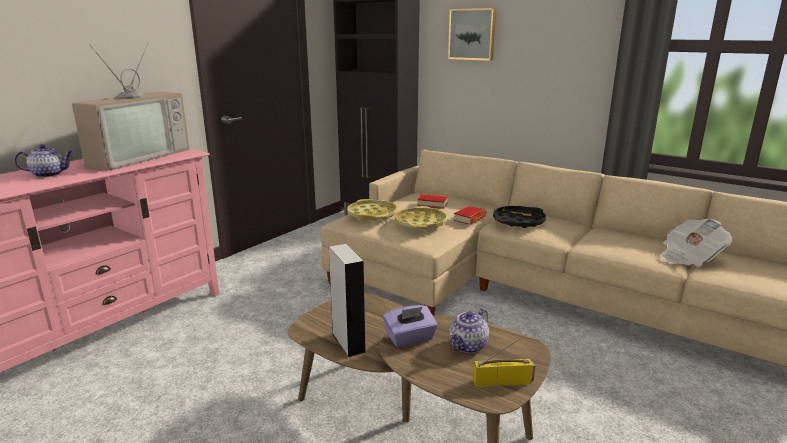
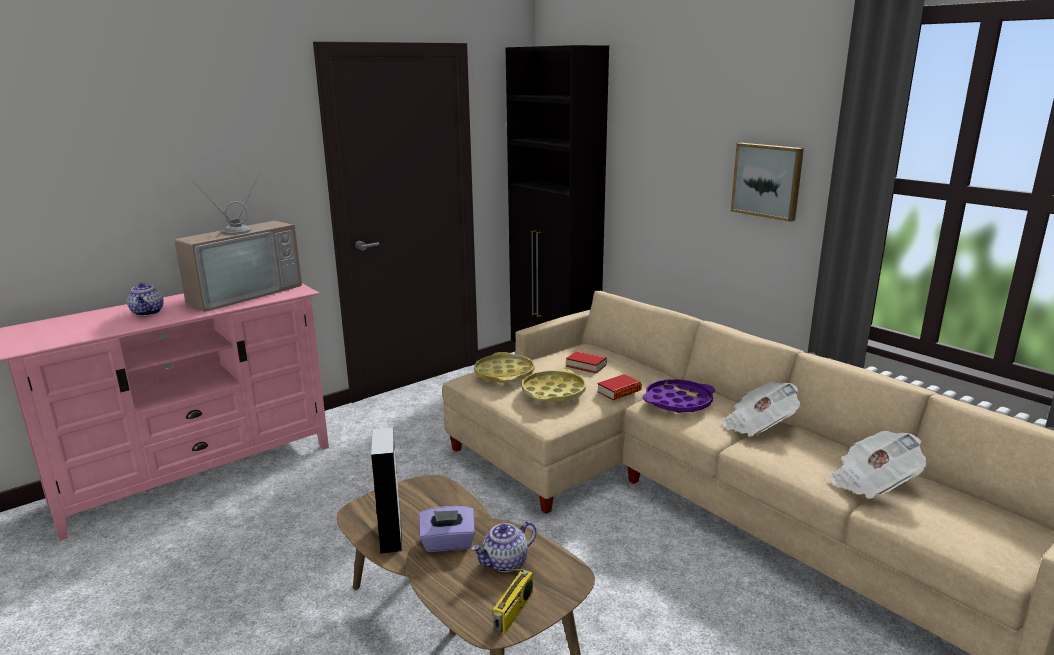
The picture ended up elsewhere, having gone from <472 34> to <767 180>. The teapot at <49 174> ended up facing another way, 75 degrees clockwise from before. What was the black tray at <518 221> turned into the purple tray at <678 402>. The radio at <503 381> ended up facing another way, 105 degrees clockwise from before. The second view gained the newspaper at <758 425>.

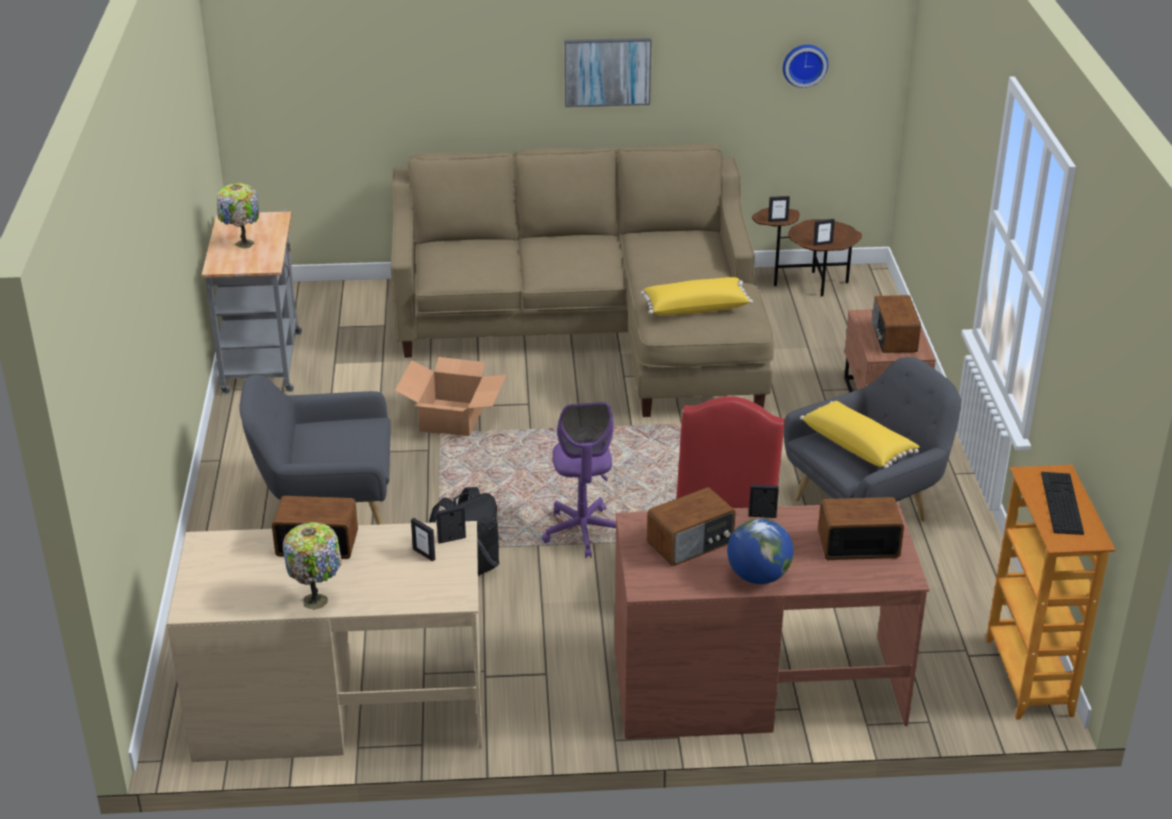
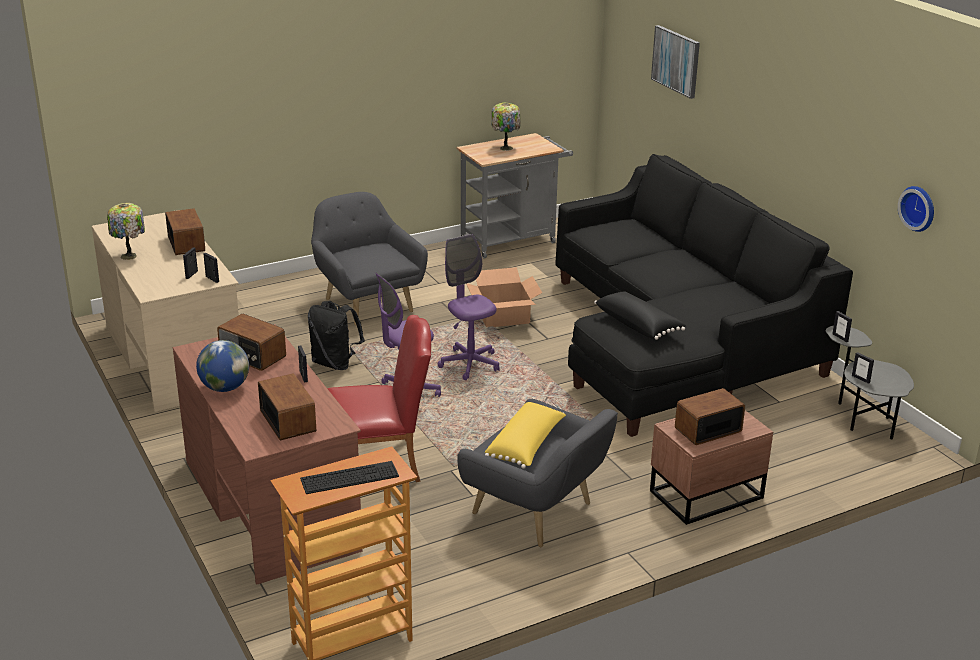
The picture ended up elsewhere, having gone from <607 71> to <676 61>. What was the beige sofa at <595 329> turned into the black sofa at <675 341>. What was the brown side table at <807 284> turned into the grey side table at <861 419>. What was the yellow pillow at <695 307> turned into the black pillow at <638 325>. The second view gained the purple office chair at <469 364>.

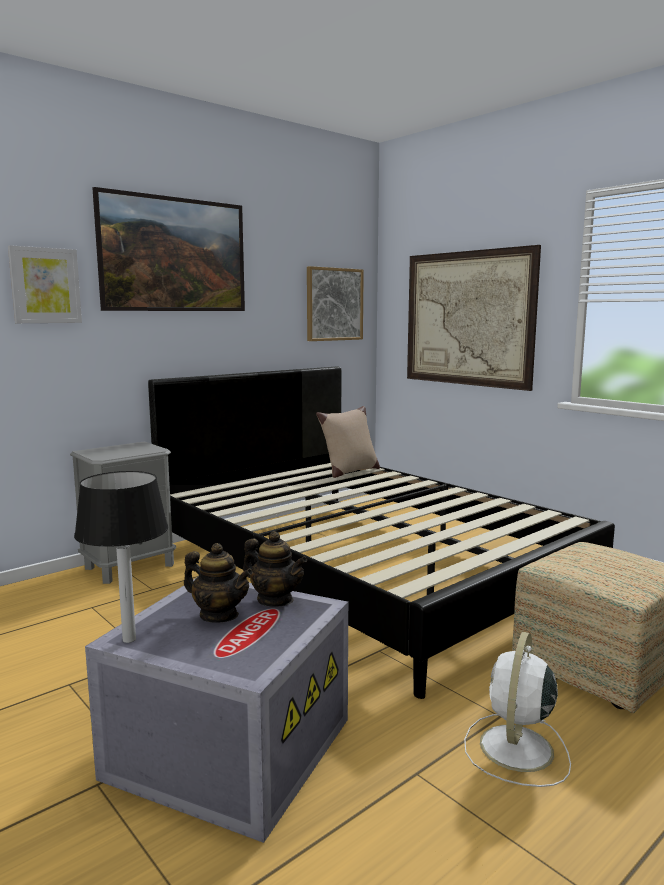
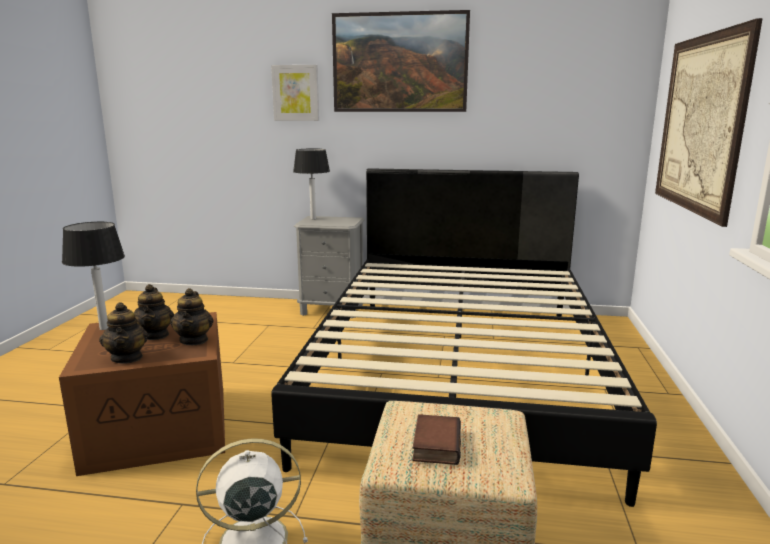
The second view lost the picture at <334 304>. The second view lost the beige pillow at <349 471>. What was the grey storage box at <229 745> turned into the brown storage box at <161 426>. The second view gained the table lamp at <313 219>. The second view gained the teapot at <127 358>. The second view gained the book at <435 444>.

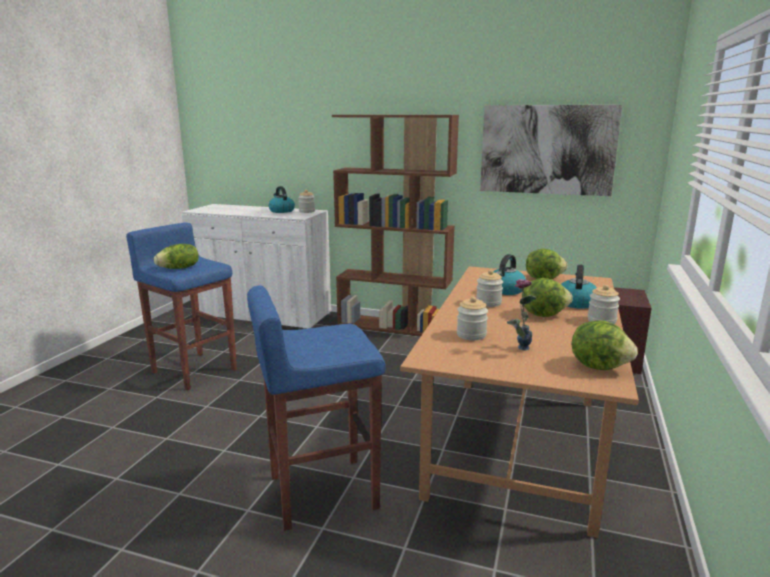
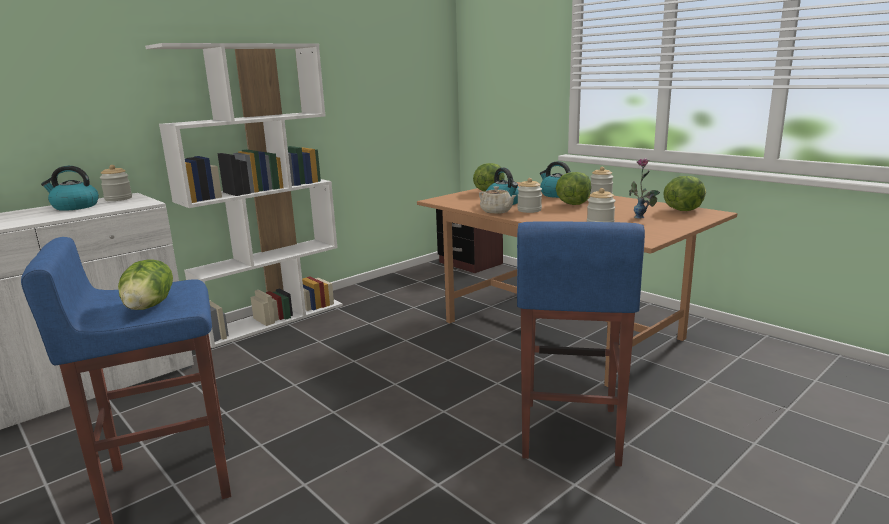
The second view lost the picture at <547 150>. What was the brown bookcase at <394 326> turned into the white bookcase at <273 319>. The second view gained the beige teapot at <497 211>.

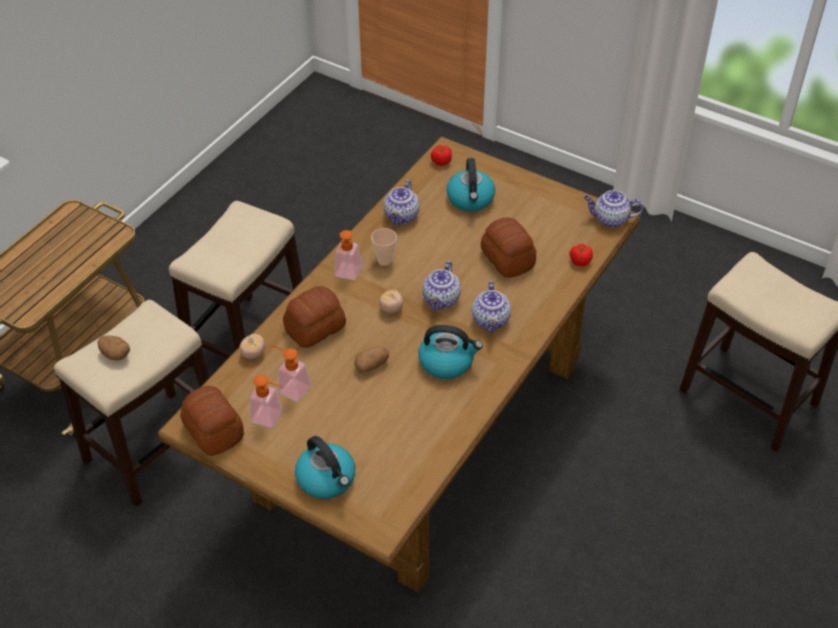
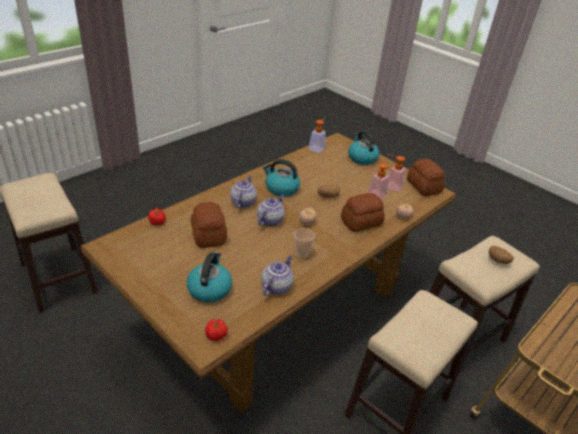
The second view lost the teapot at <610 219>. The soap dispenser ended up elsewhere, having gone from <347 275> to <318 148>.

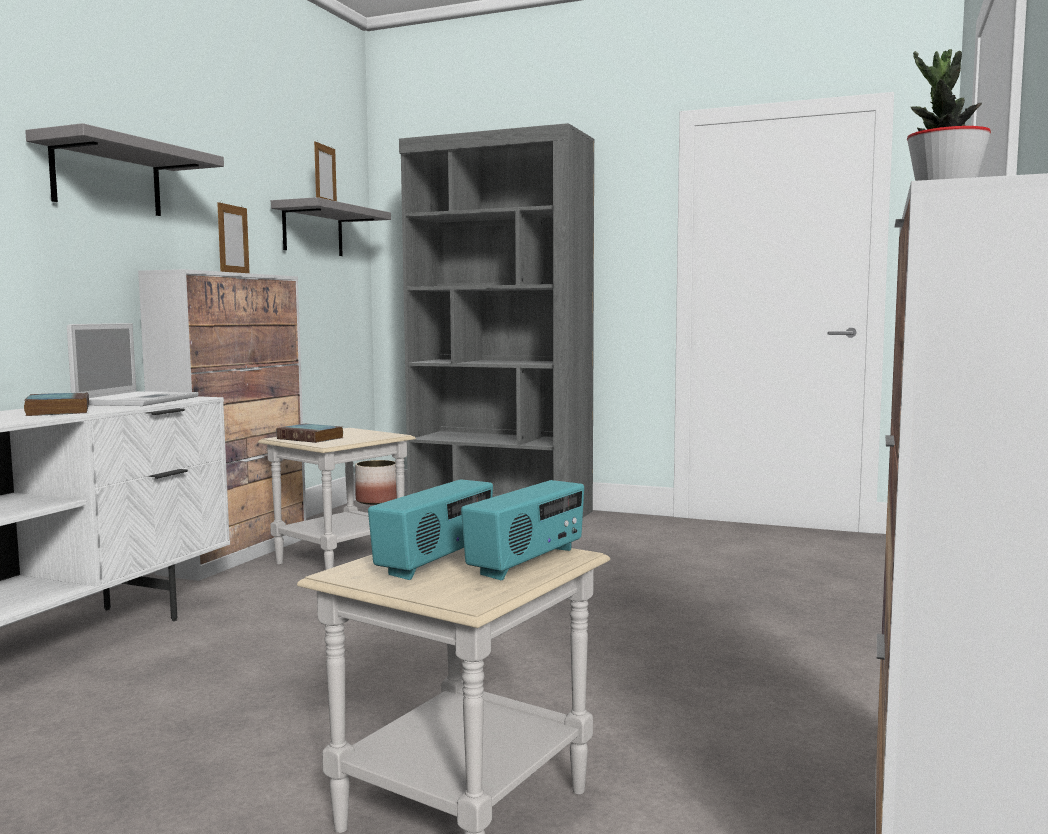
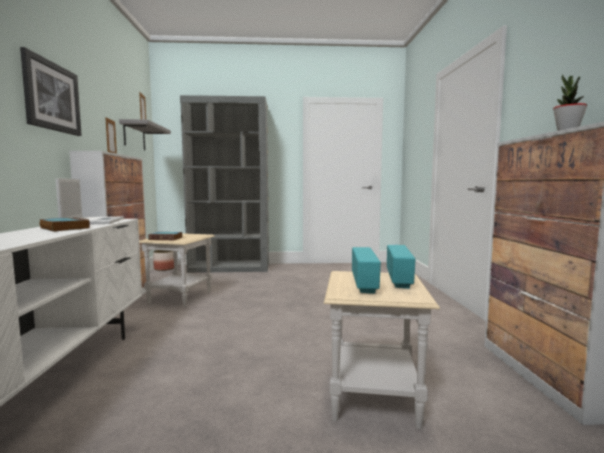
Where the grey shelf hung at <107 178>, the picture came to hang at <52 97>.

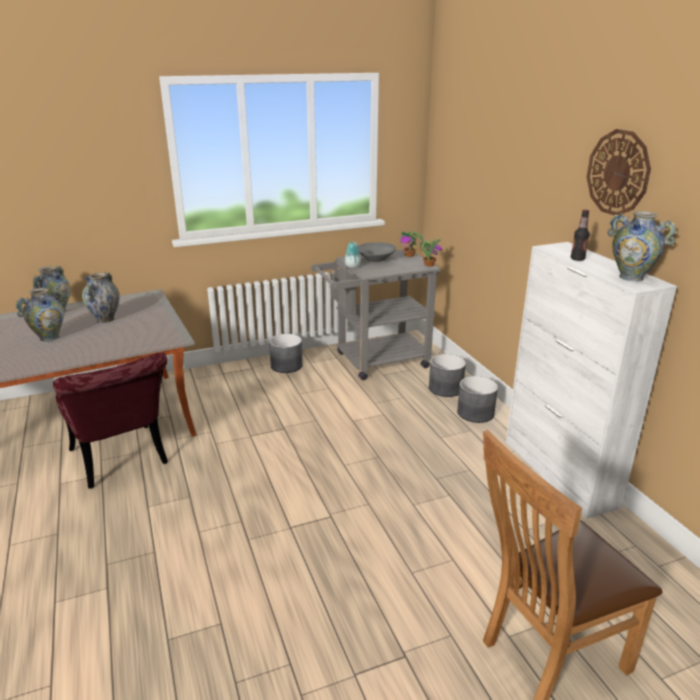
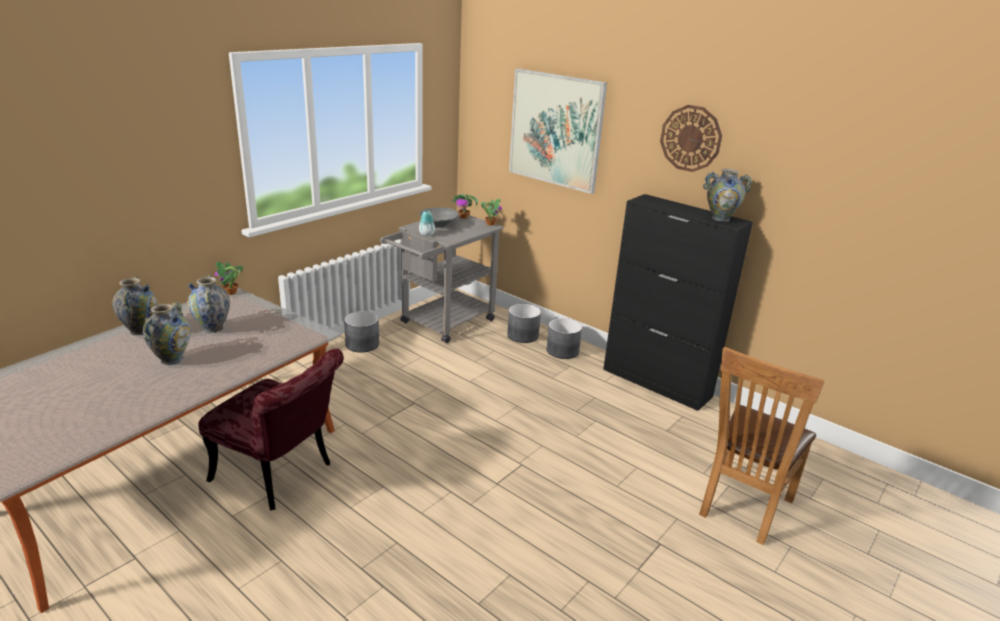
The second view lost the bottle at <577 259>. What was the white cabinet at <559 473> turned into the black cabinet at <657 383>. The second view gained the picture at <556 130>. The second view gained the potted plant at <230 292>.

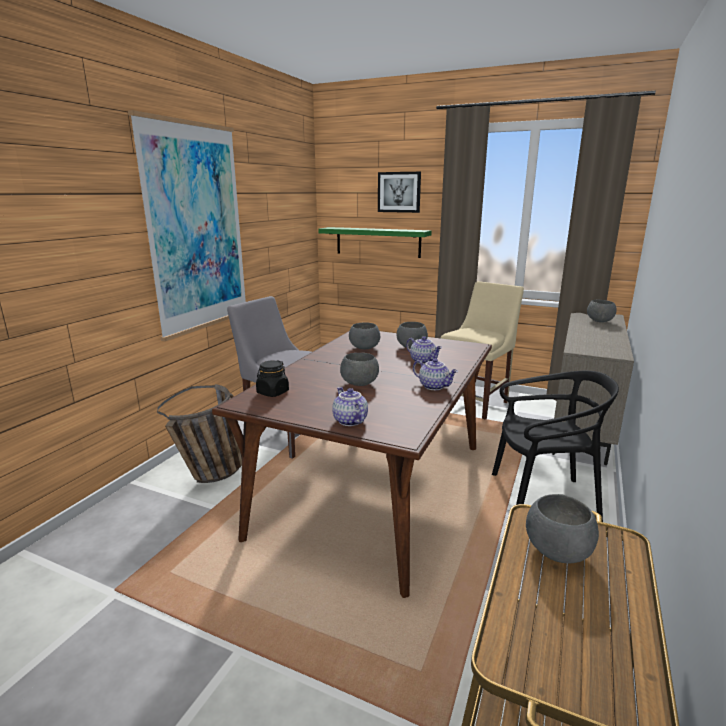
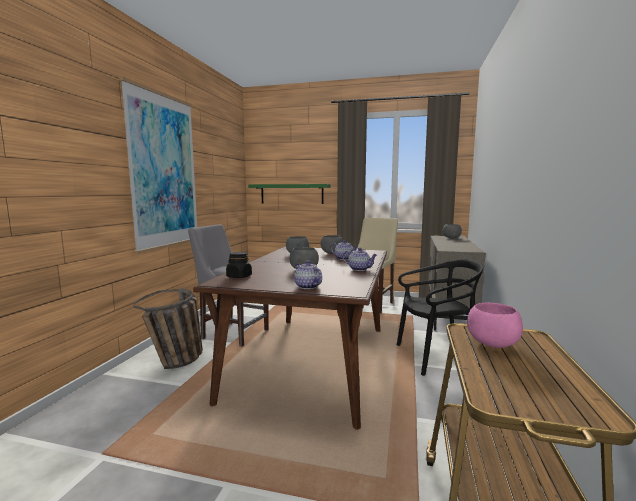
The second view lost the picture at <399 192>. What was the grey bowl at <558 551> turned into the pink bowl at <492 344>.

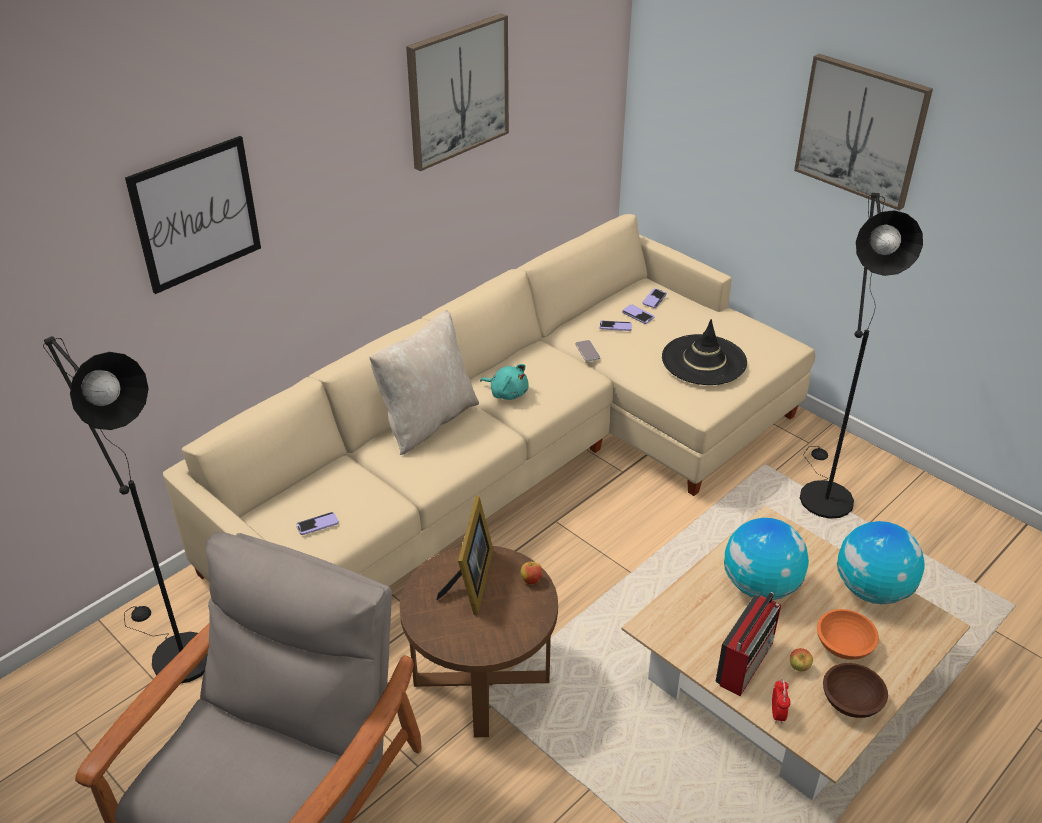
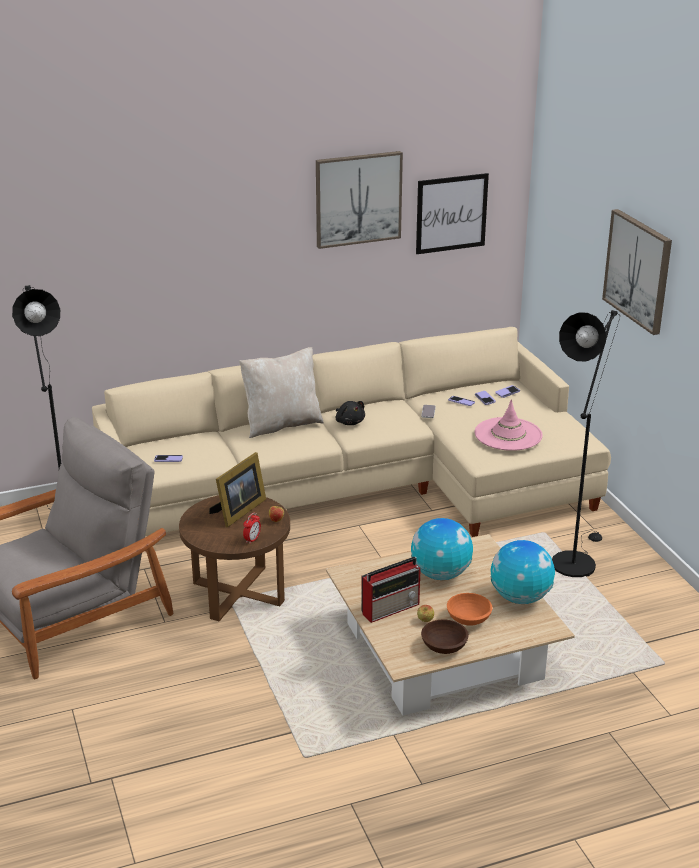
The picture ended up elsewhere, having gone from <196 214> to <451 213>. What was the black hat at <704 360> turned into the pink hat at <508 434>. What was the turquoise plush toy at <507 393> turned into the black plush toy at <349 422>. The alarm clock ended up elsewhere, having gone from <777 713> to <252 539>.

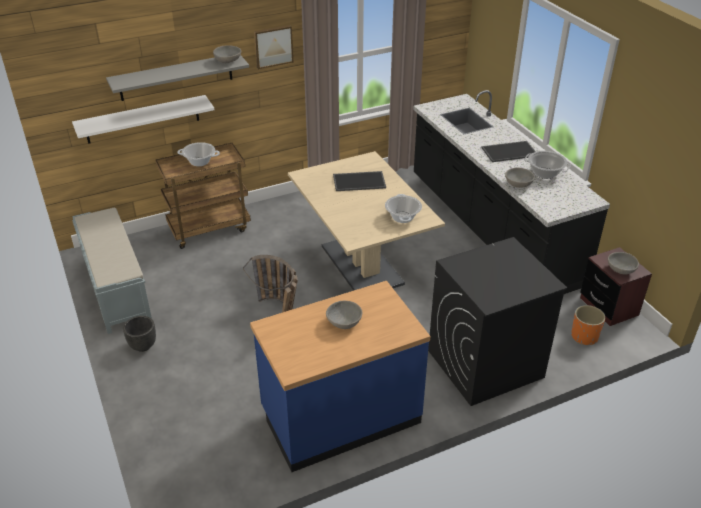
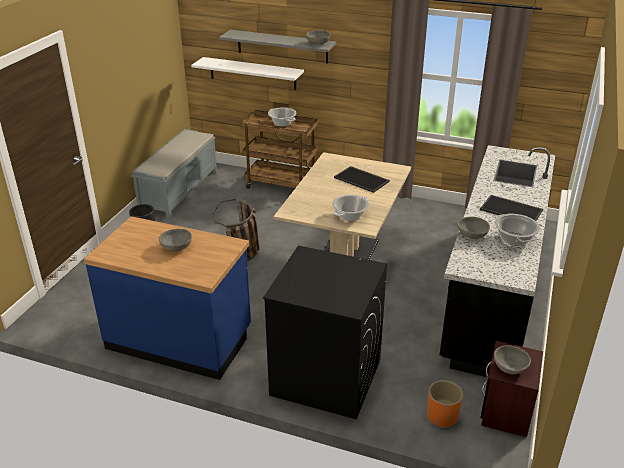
The second view lost the picture at <273 46>.

